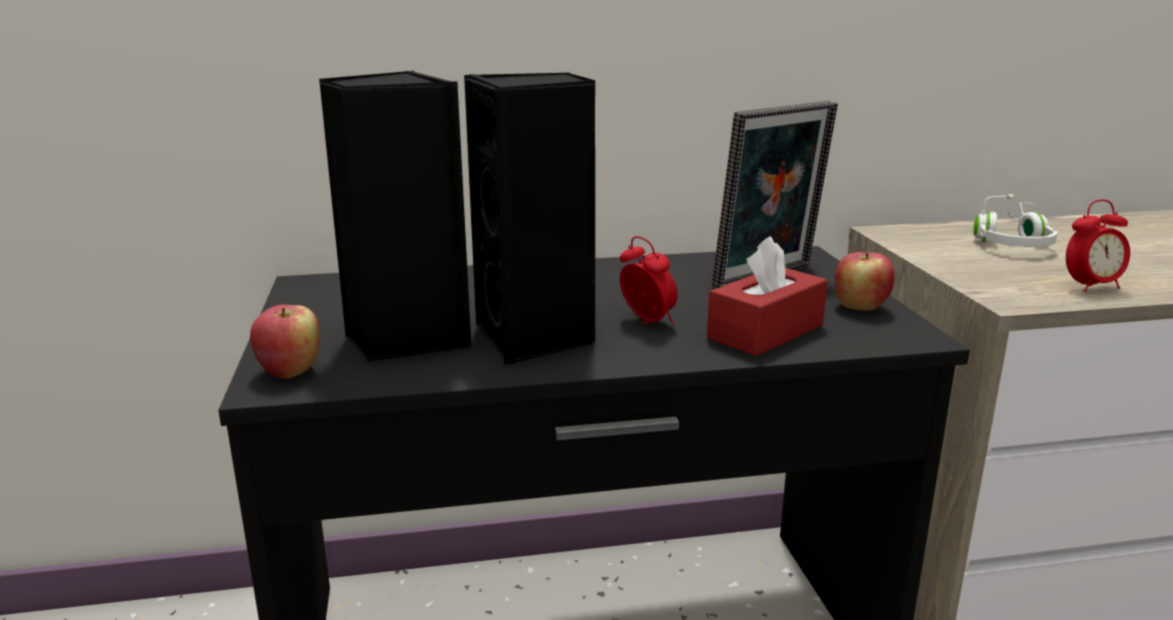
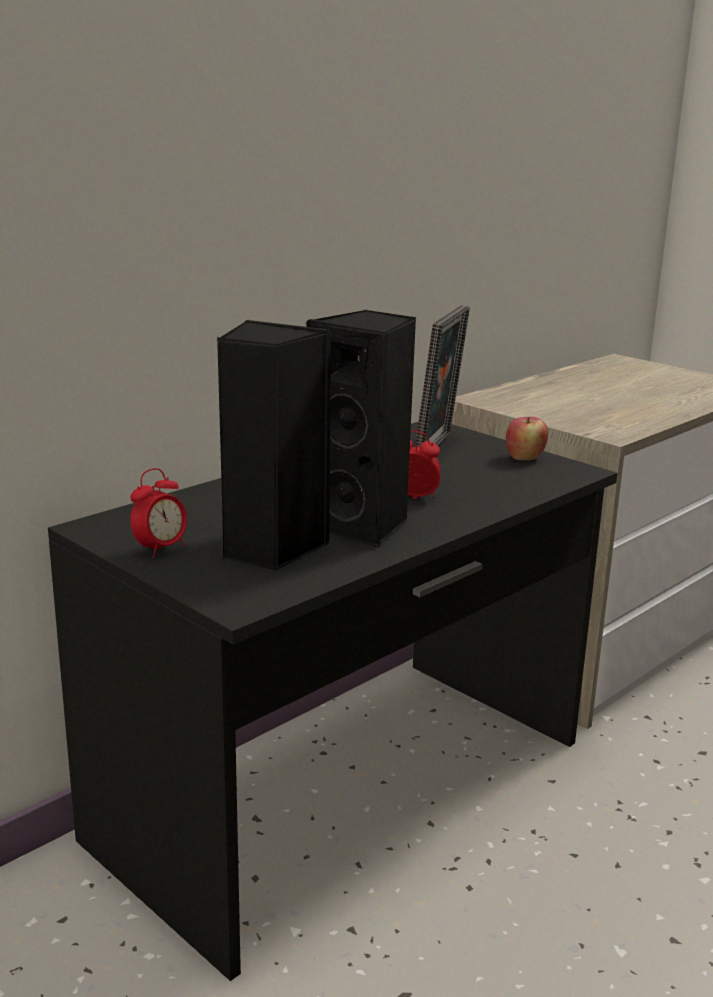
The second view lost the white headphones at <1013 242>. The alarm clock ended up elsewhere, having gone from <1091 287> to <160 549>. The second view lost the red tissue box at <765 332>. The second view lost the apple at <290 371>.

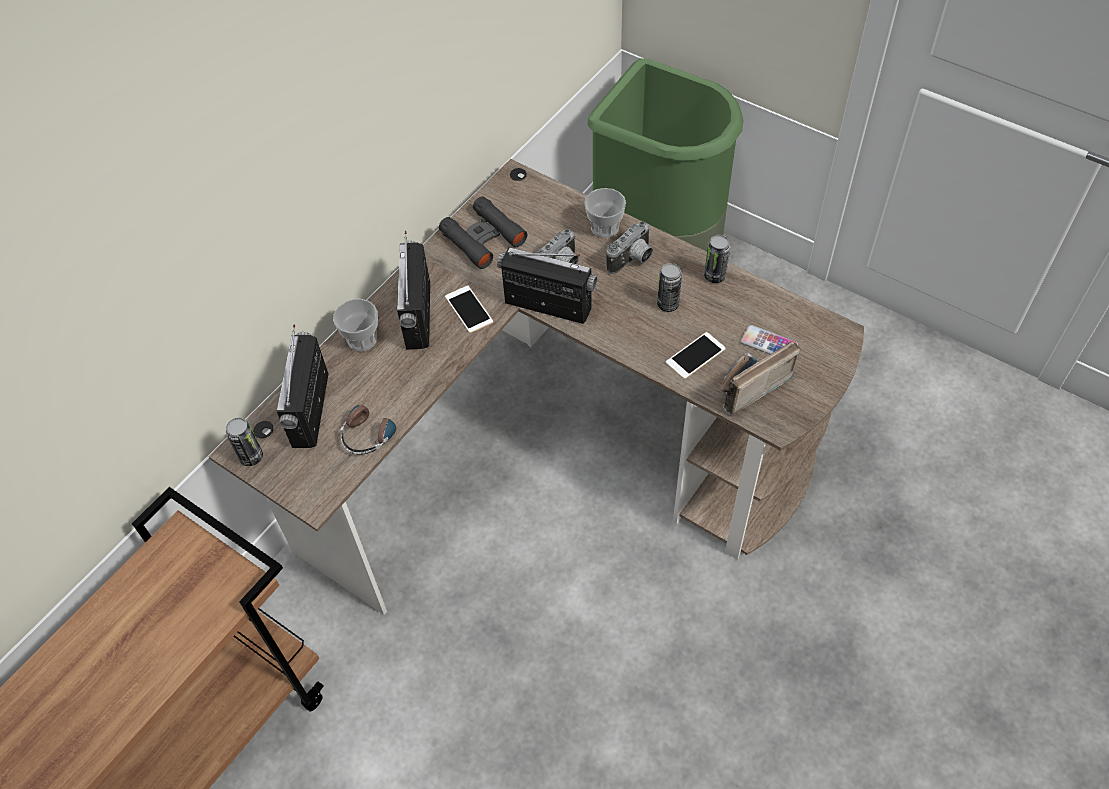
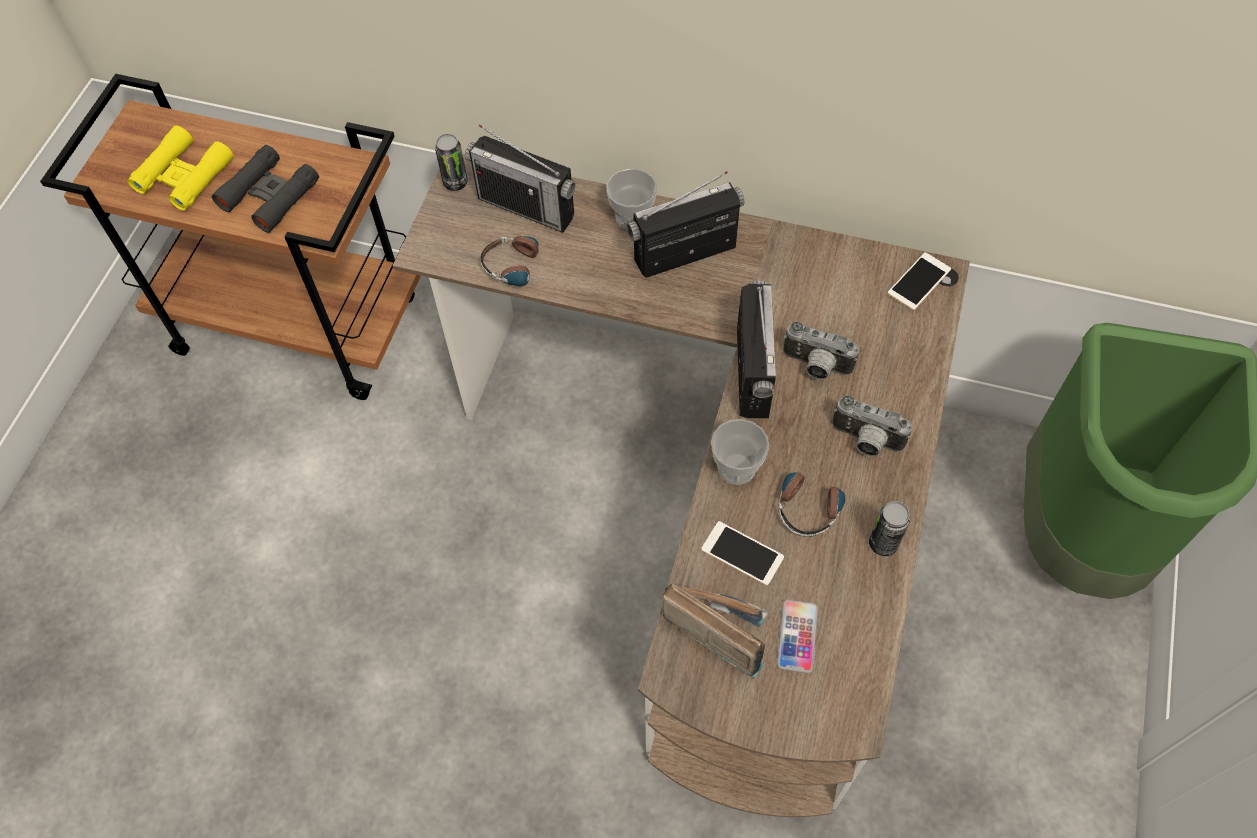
The cup ended up elsewhere, having gone from <605 228> to <736 468>. The black binoculars ended up elsewhere, having gone from <483 238> to <269 195>. Where the can stood at <668 304>, the headphones came to stand at <811 500>. The phone ended up elsewhere, having gone from <469 309> to <919 281>. The radio at <310 410> ended up facing another way, 135 degrees counterclockwise from before. The second view gained the yellow binoculars at <184 176>.

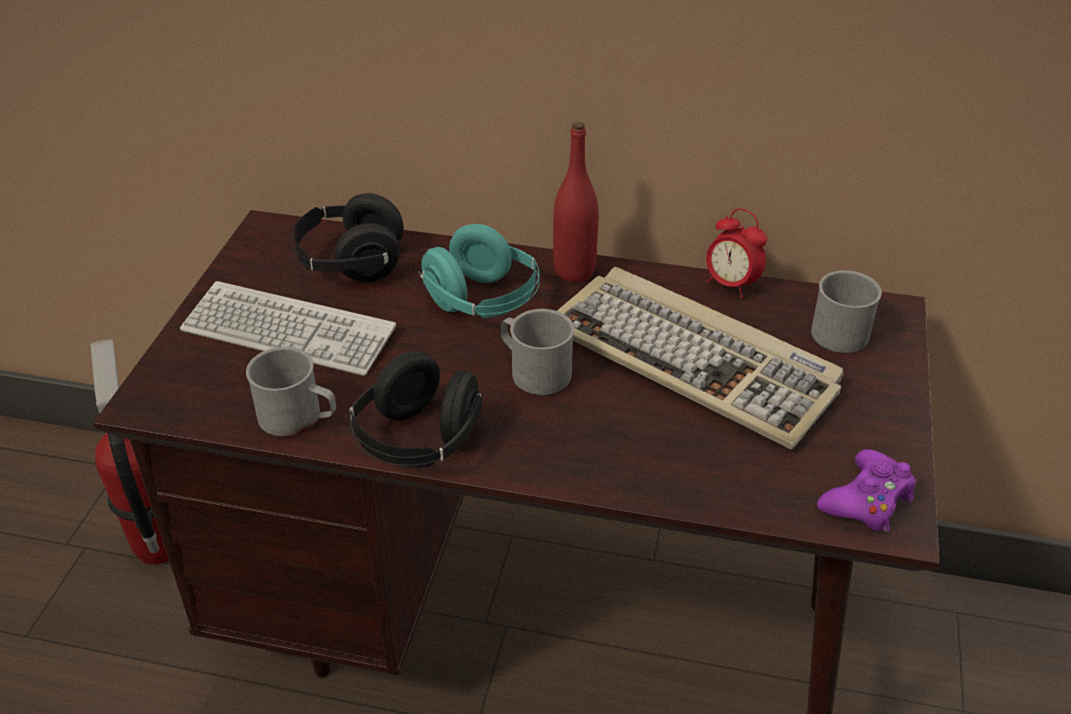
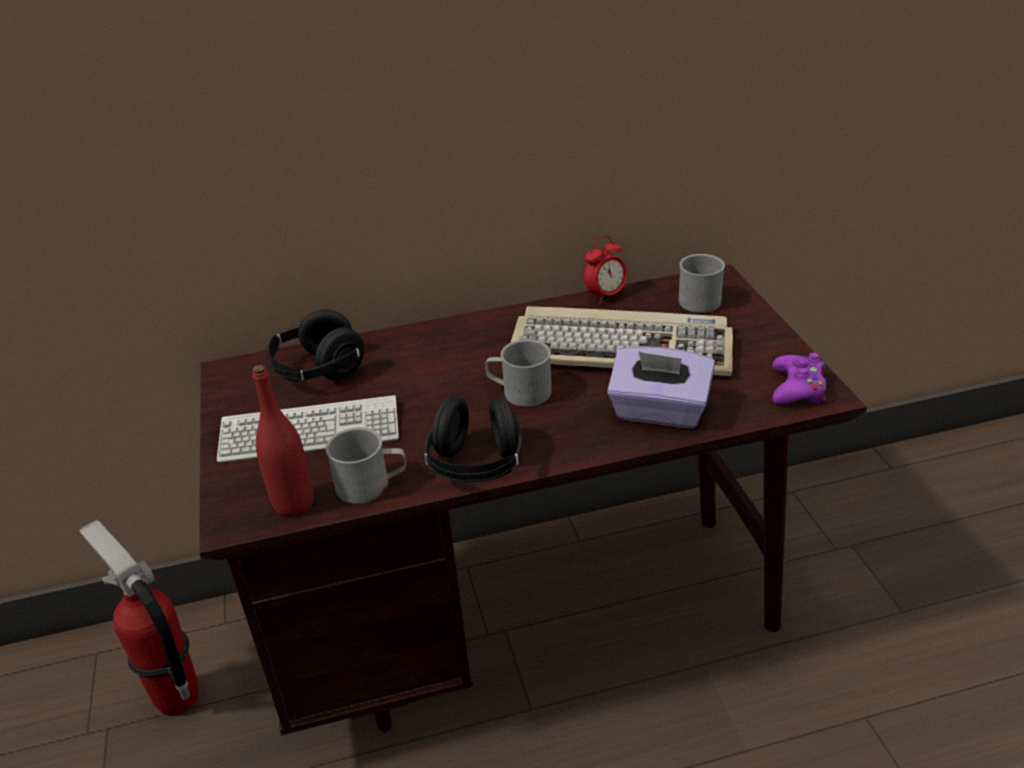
The red bottle ended up elsewhere, having gone from <574 271> to <293 503>. The alarm clock at <731 285> ended up facing another way, 45 degrees counterclockwise from before. The second view lost the turquoise headphones at <482 302>. The second view gained the purple tissue box at <659 412>.

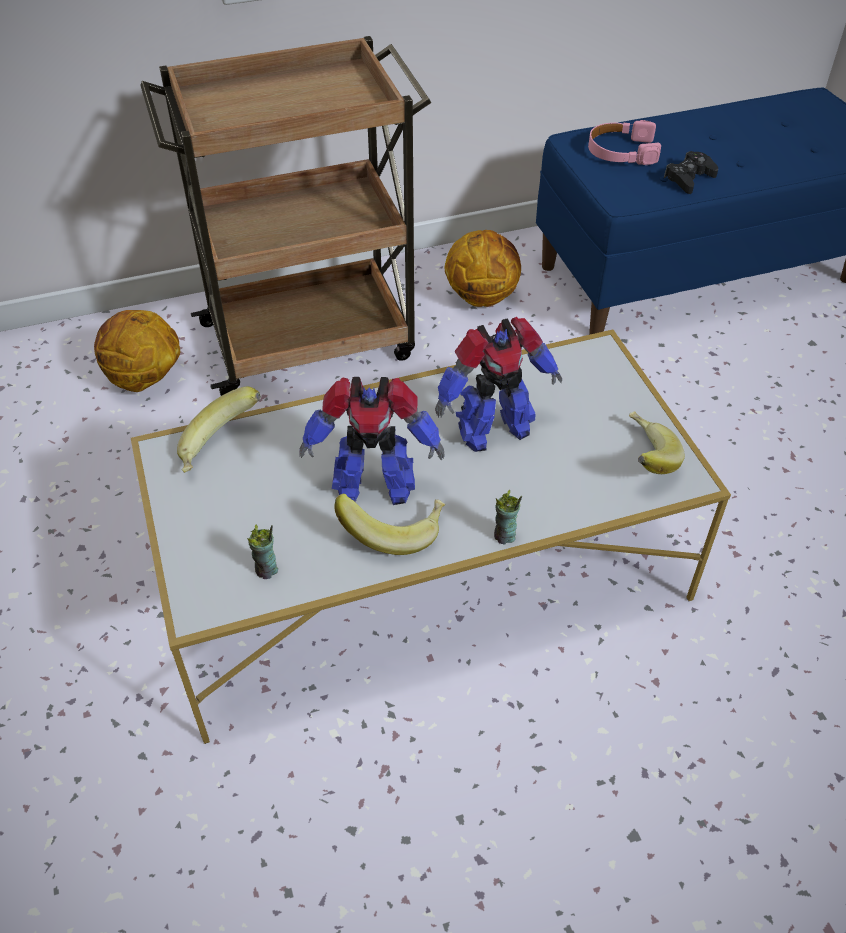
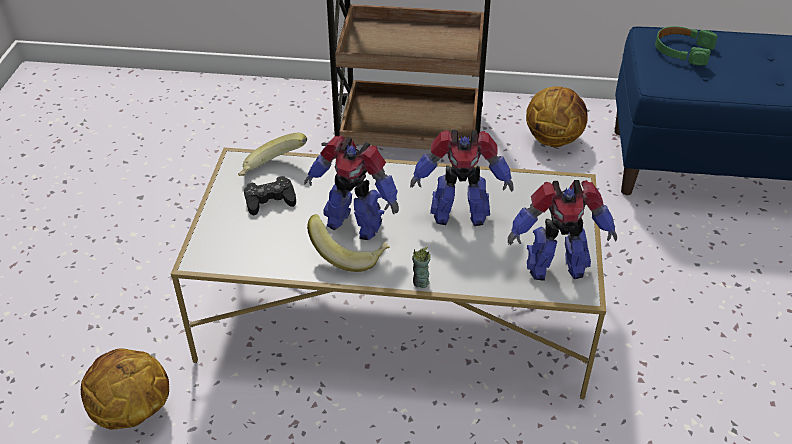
What was the pink headphones at <621 152> turned into the green headphones at <682 51>. The black game controller ended up elsewhere, having gone from <689 178> to <270 200>. The basketball ended up elsewhere, having gone from <144 379> to <132 412>. Where the banana stood at <642 459>, the toy robot came to stand at <554 266>. The second view lost the cup at <266 570>.

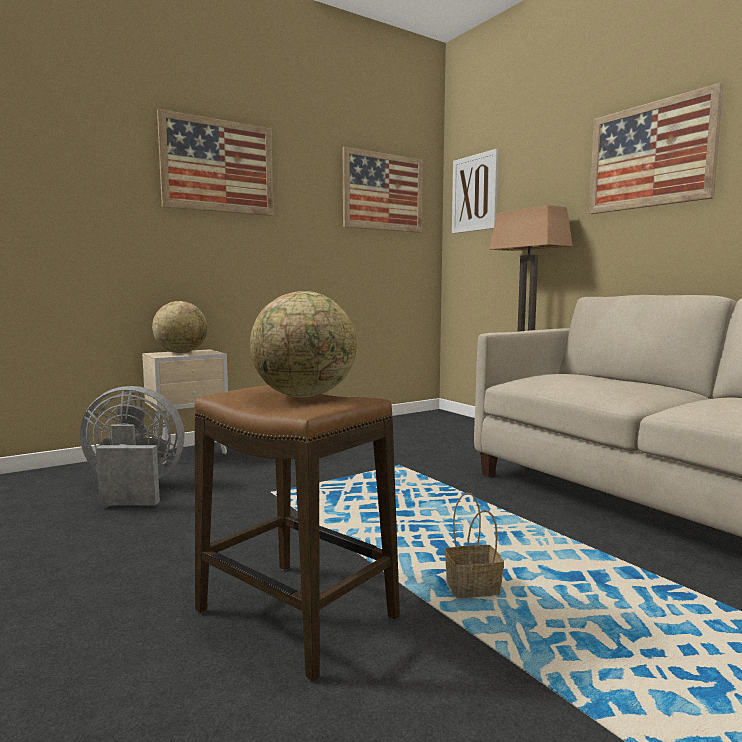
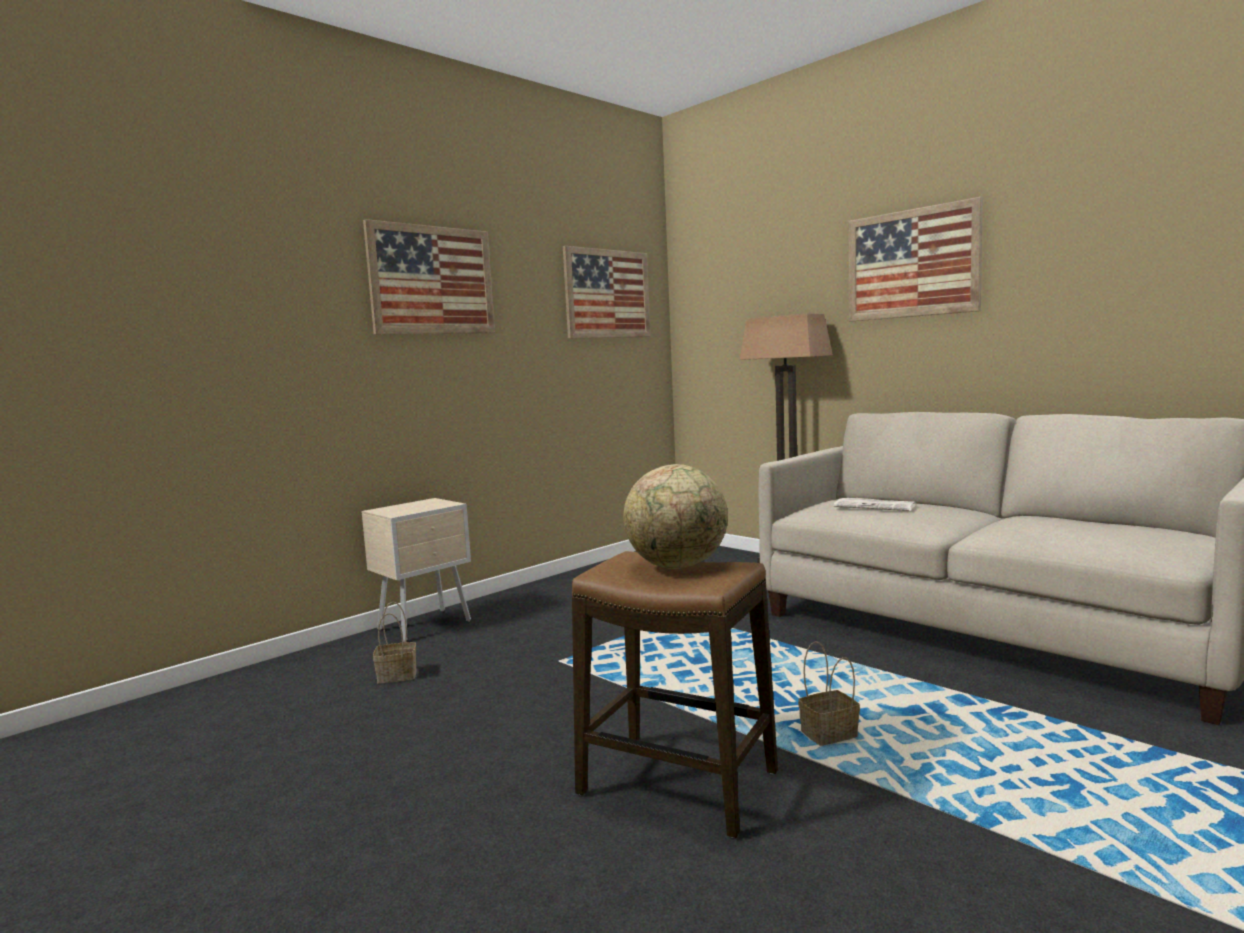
The second view lost the picture at <474 193>. The second view lost the globe at <181 352>. Where the grey fan stood at <133 489>, the basket came to stand at <395 676>. The second view gained the newspaper at <876 506>.

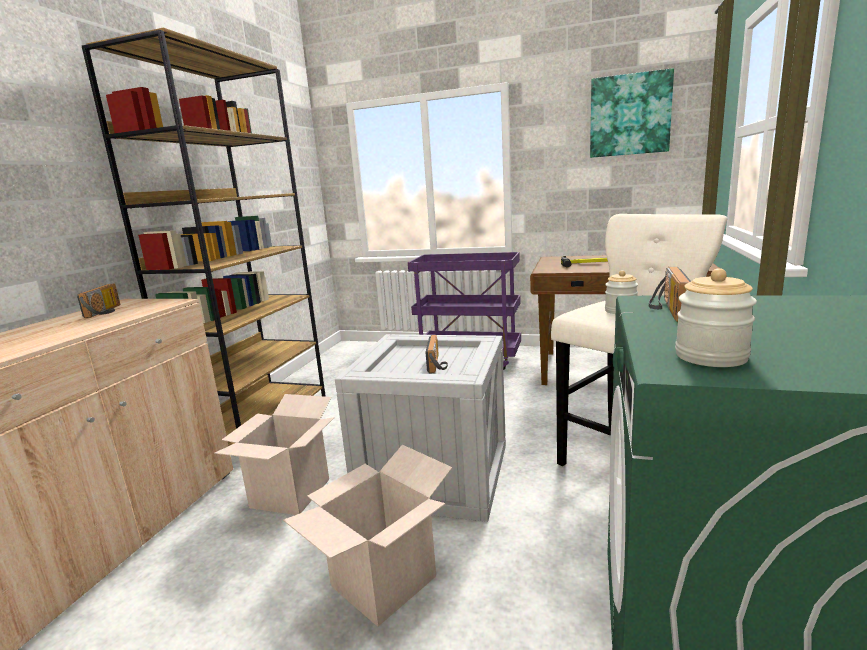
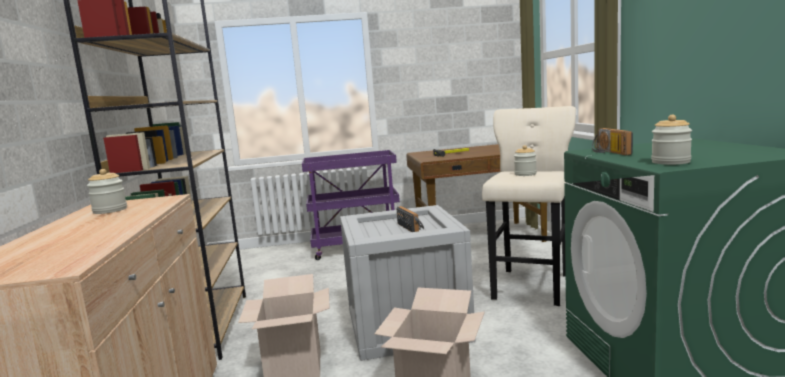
The second view lost the picture at <629 115>. Where the radio stood at <107 311>, the jar came to stand at <110 210>.

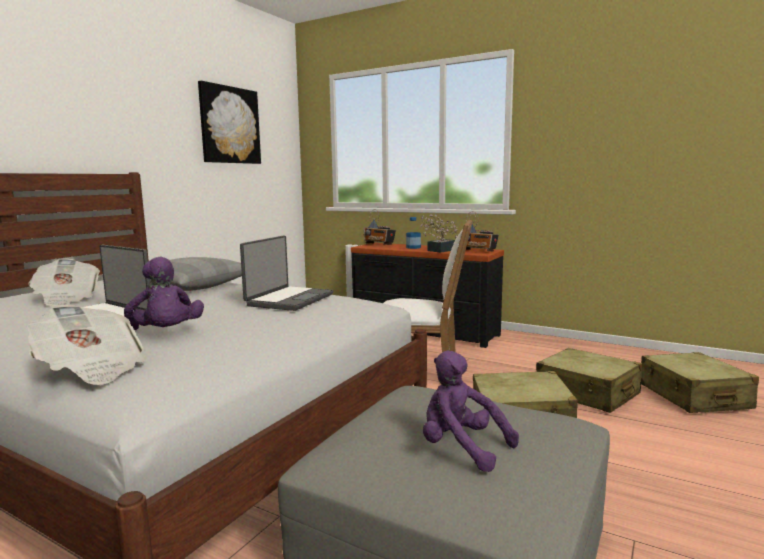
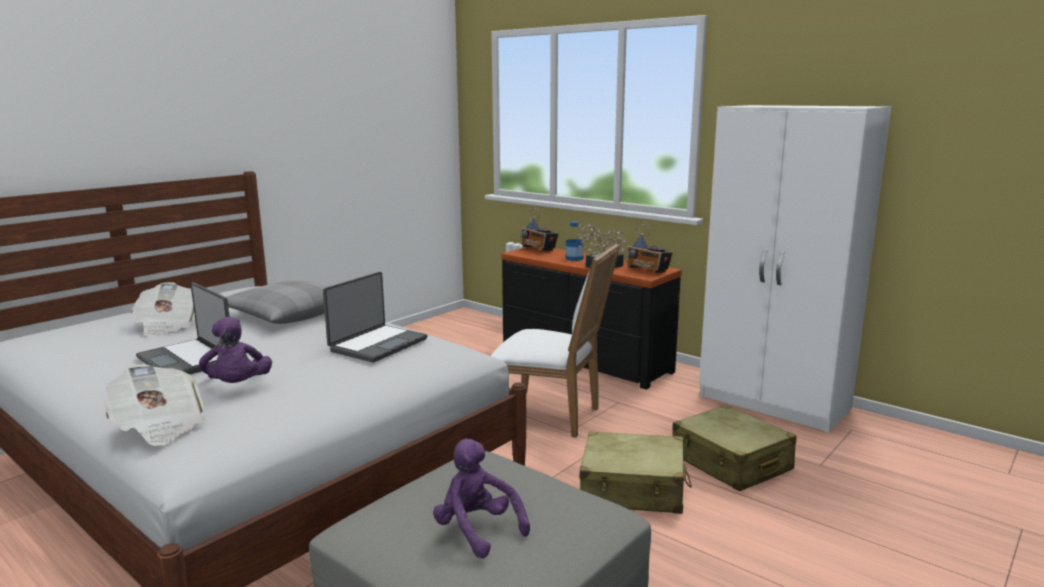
The second view lost the picture at <229 125>. The second view lost the beige suitcase at <693 397>. The second view gained the white wardrobe at <774 403>.

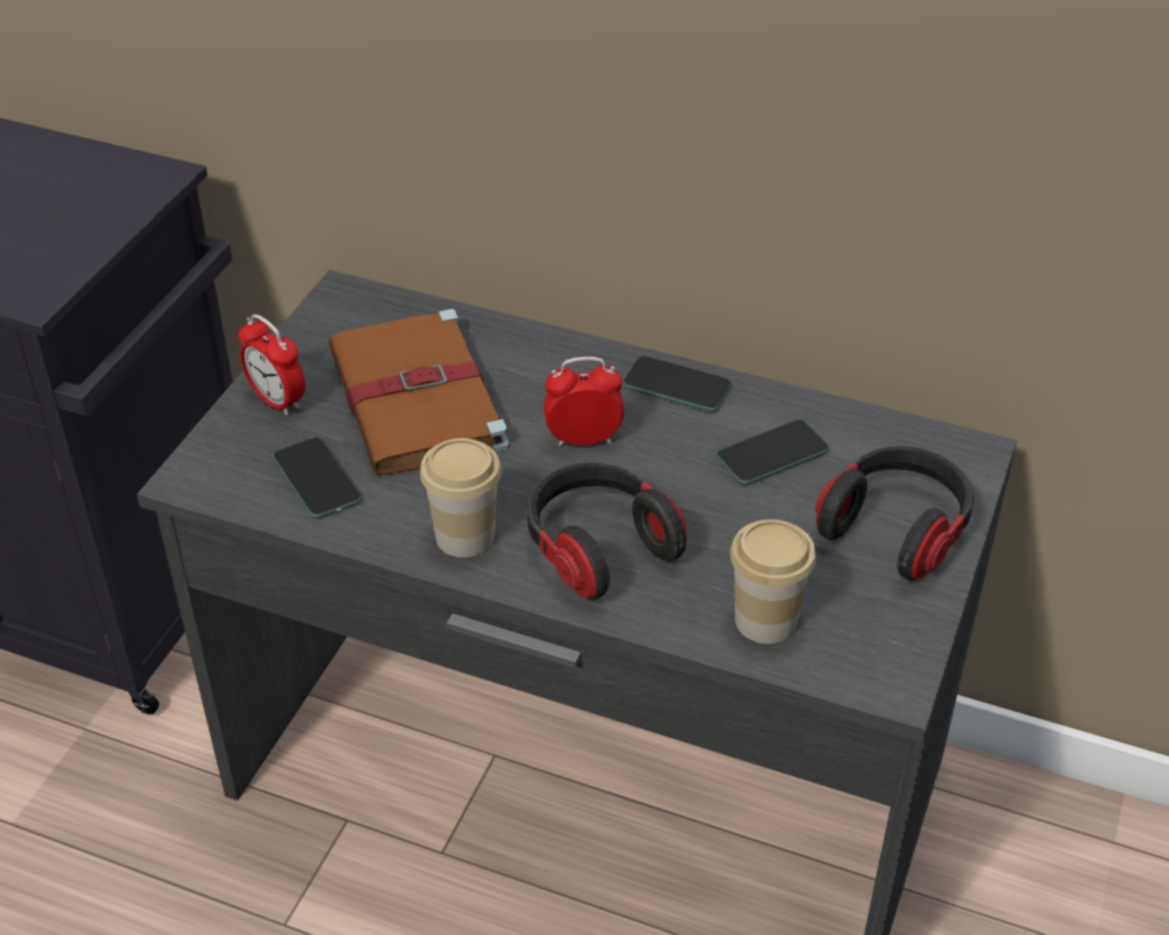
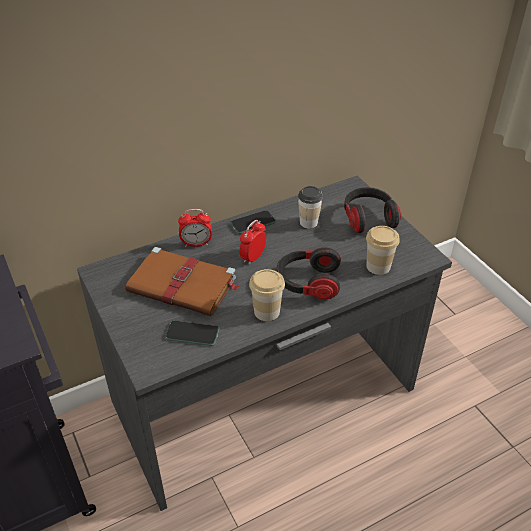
The alarm clock ended up elsewhere, having gone from <277 401> to <196 244>. Where the phone stood at <772 454>, the cup came to stand at <308 222>.

